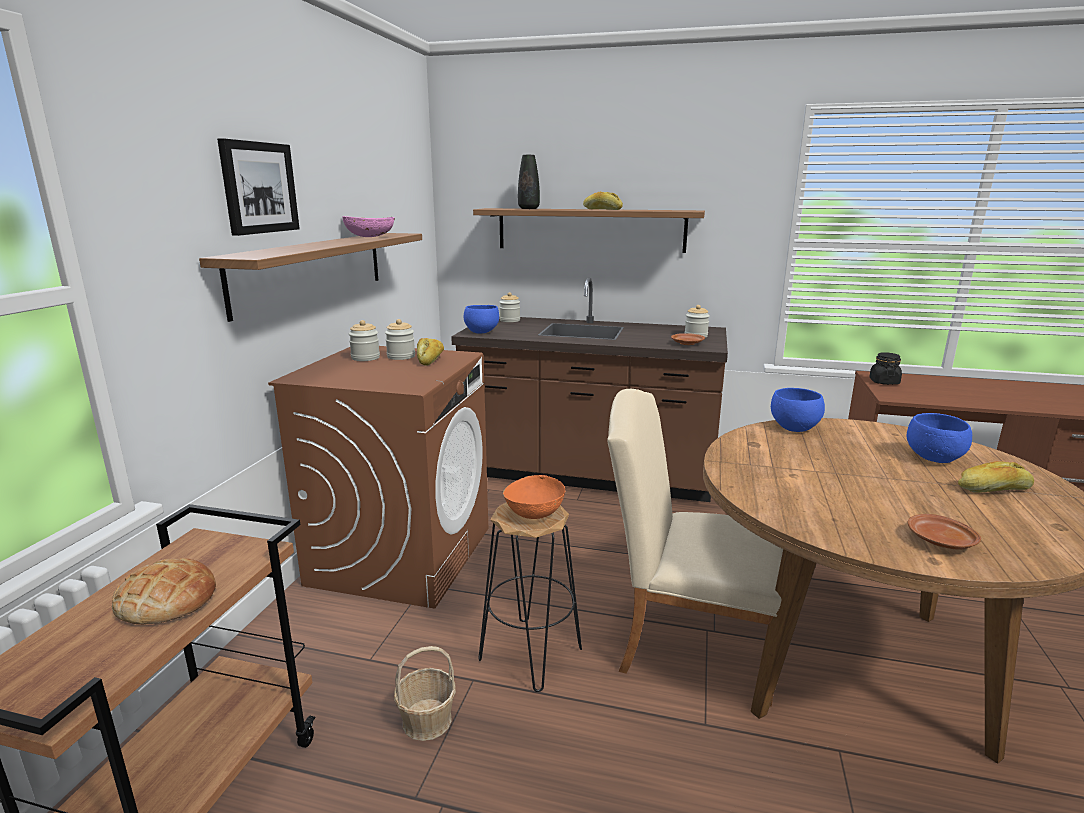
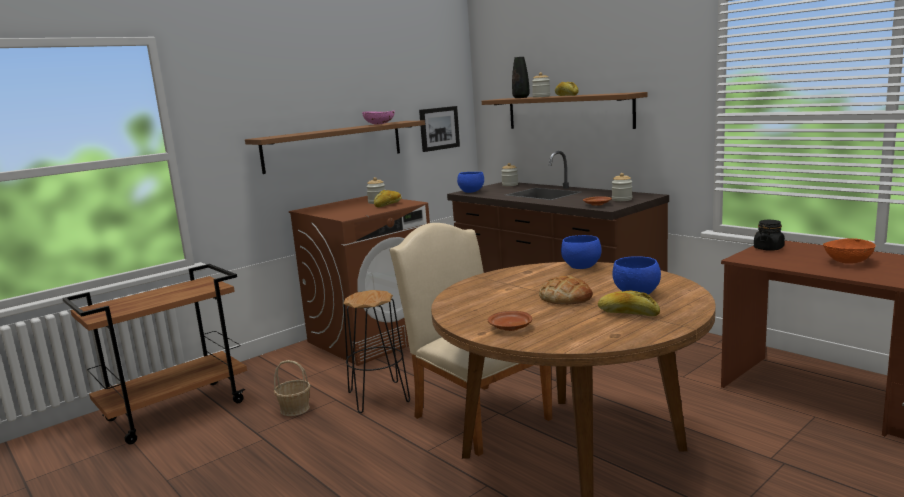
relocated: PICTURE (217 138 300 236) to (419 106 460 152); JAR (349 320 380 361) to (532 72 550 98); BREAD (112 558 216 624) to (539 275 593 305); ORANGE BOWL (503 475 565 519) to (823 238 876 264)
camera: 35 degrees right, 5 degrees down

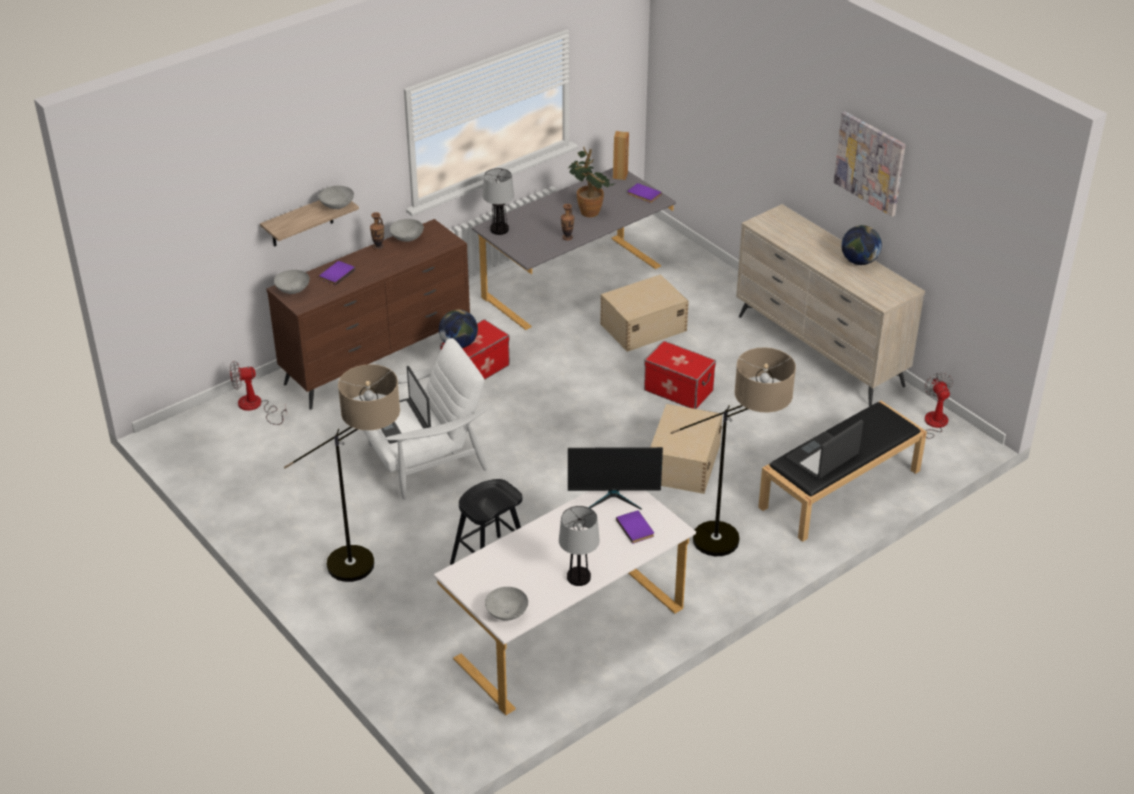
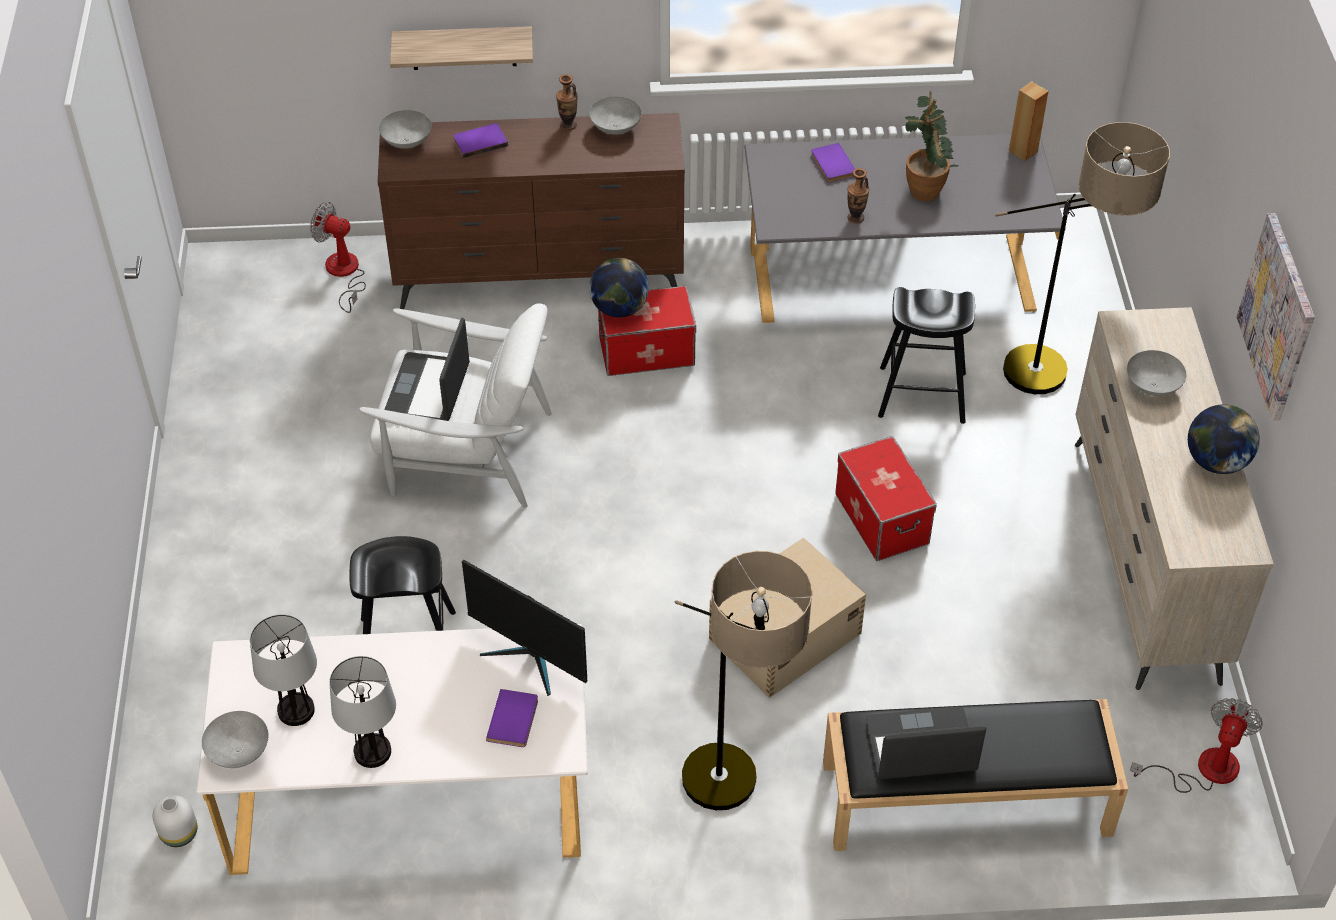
appeared: WHITE VASE (153 795 197 847)
relocated: TABLE LAMP (483 168 514 235) to (250 614 317 726); PURPLE BOOK (628 183 662 203) to (811 143 855 183); FLOOR LAMP (284 364 400 582) to (995 122 1170 394); GREY BOWL (318 186 354 209) to (1127 350 1186 396)
exchanged: BEIGE STORAGE BOX (600 274 689 352) to BLACK STOOL (878 287 975 424)
camera: 35 degrees right, 10 degrees up

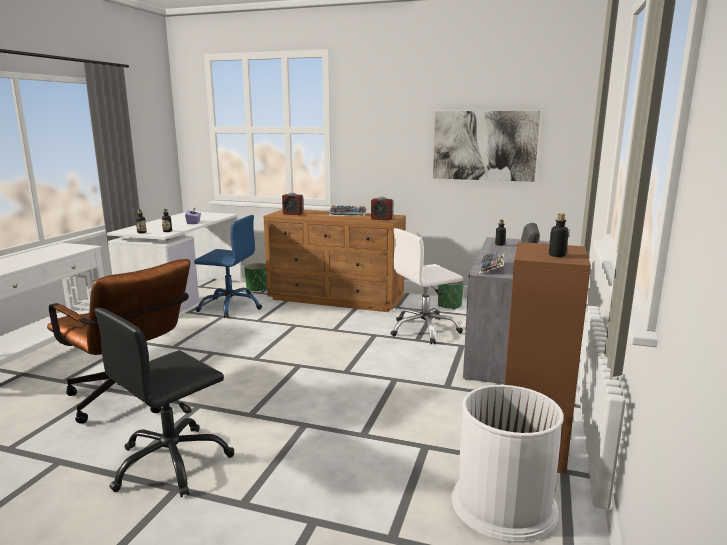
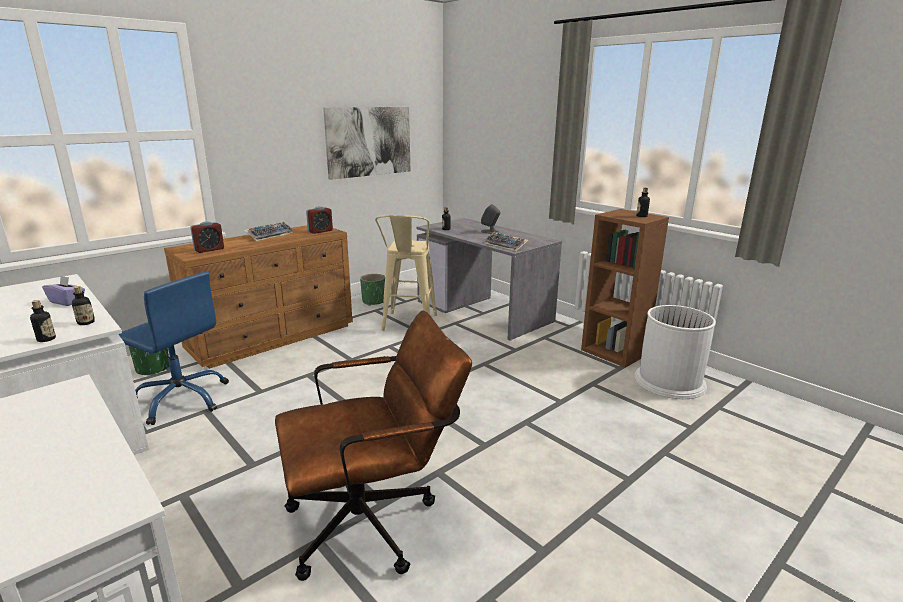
missing: BLACK OFFICE CHAIR (94 308 234 497)
exchanged: WHITE OFFICE CHAIR (391 228 463 344) to BEIGE STOOL (375 215 437 331)
spun: BLUE OFFICE CHAIR (194 215 262 318) = (118 272 229 425) 75 degrees clockwise
camera: 60 degrees left, 5 degrees up

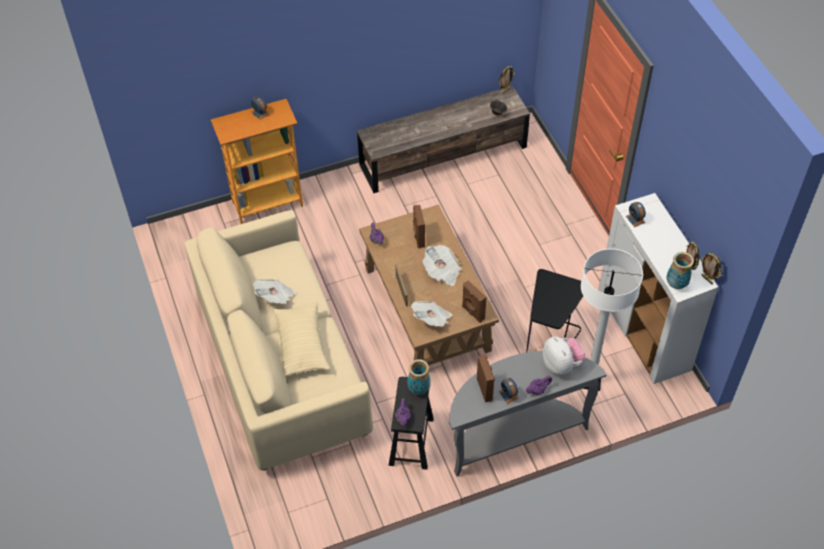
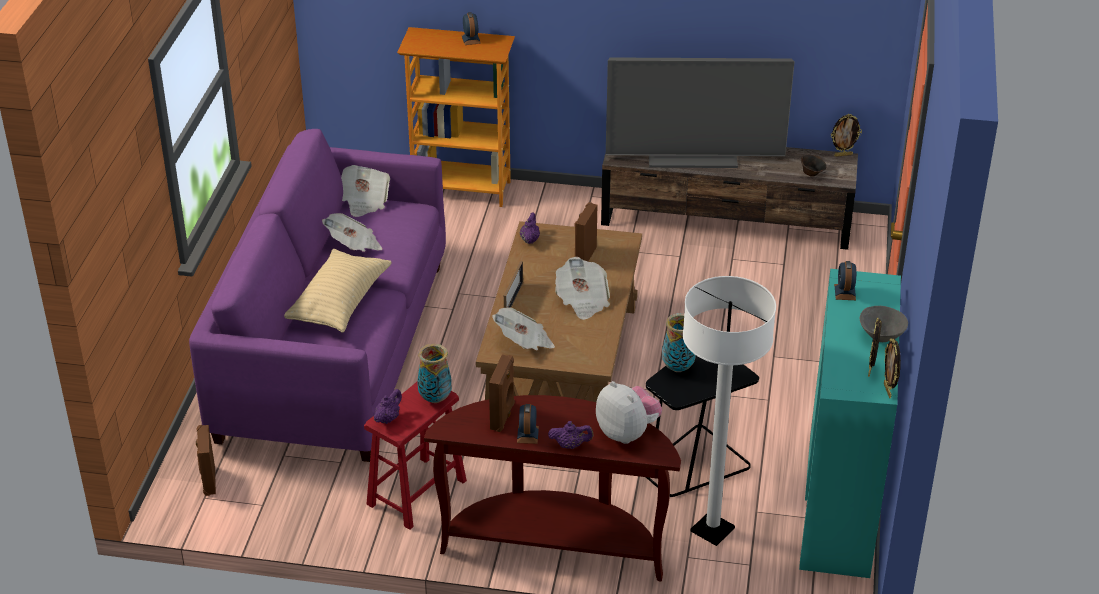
appeared: NEWSPAPER (341 165 390 217); TELEVISION (606 57 795 168); GREY BOWL (860 306 908 342)
relocated: BROWN SPEAKER (462 280 486 323) to (196 425 216 496); VASE (667 252 694 289) to (662 313 696 372)
colour: BEIGE SOFA (185 210 373 471) to PURPLE SOFA (189 129 446 462); BLACK STOOL (389 377 434 470) to RED STOOL (364 381 467 530); GREY CONSOLE TABLE (449 351 607 477) to BROWN CONSOLE TABLE (424 395 681 582); WHITE CABINET (598 193 718 384) to TURQUOISE CABINET (799 269 901 578)
spun: PLUSH TOY (542 337 585 375) = (596 381 662 444) 45 degrees counterclockwise
camera: 30 degrees right, 15 degrees down

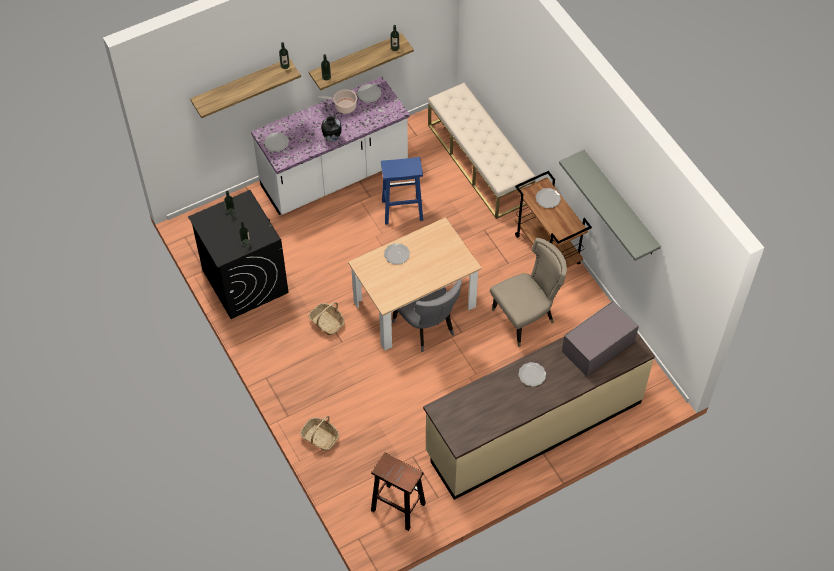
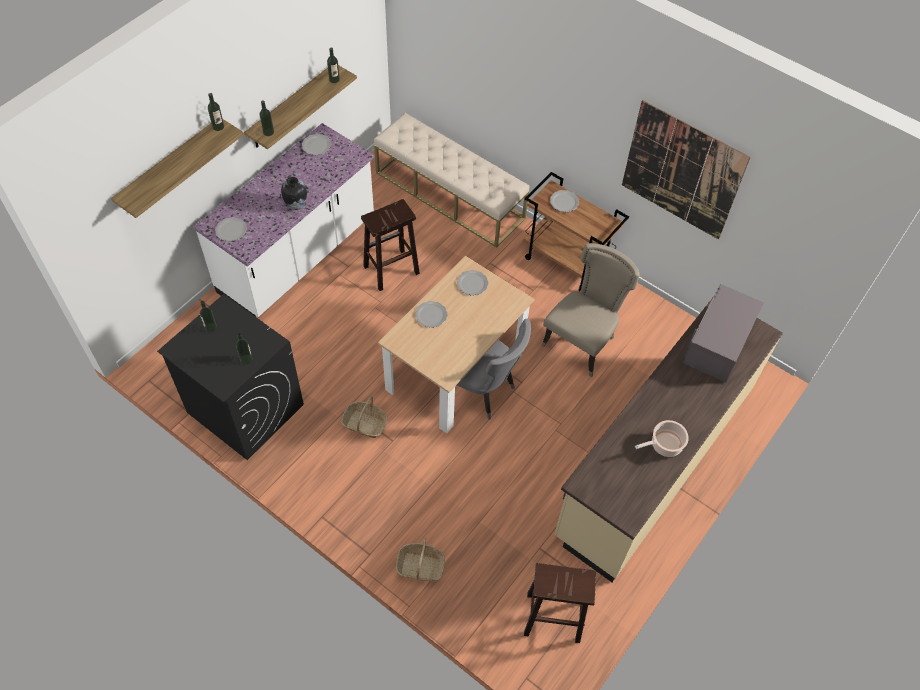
relocated: PLATE (518 362 546 387) to (457 270 489 296); COOKING POT (318 89 357 114) to (635 420 689 457)
exchanged: GREY SHELF (559 150 661 261) to PICTURE (622 100 751 240)
colour: BLUE STOOL (381 157 423 225) to BROWN STOOL (361 199 420 291)
camera: 25 degrees left, 0 degrees up

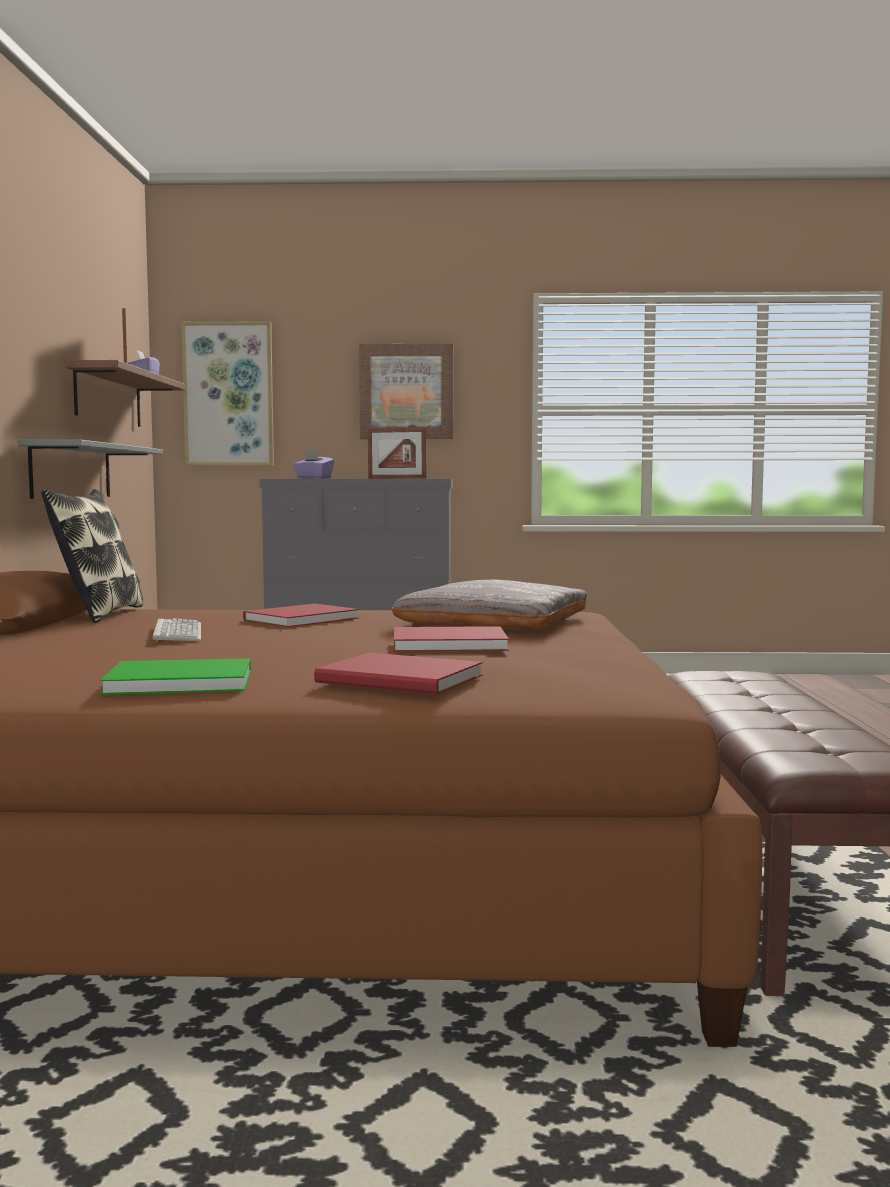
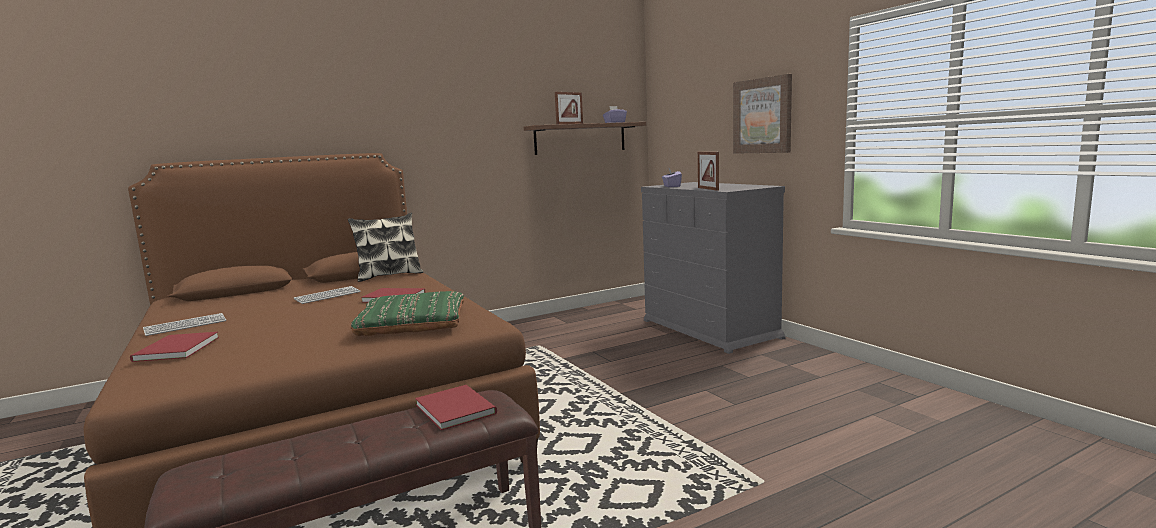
missing: GREY SHELF (18 439 163 499); PICTURE (181 321 274 466)
relocated: RED BOOK (394 626 509 652) to (415 385 497 430)
exchanged: GREEN BOOK (100 658 251 695) to KEYBOARD (143 313 226 336)
colour: GREY PILLOW (391 580 587 630) to GREEN PILLOW (351 291 464 336)
camera: 60 degrees right, 5 degrees up

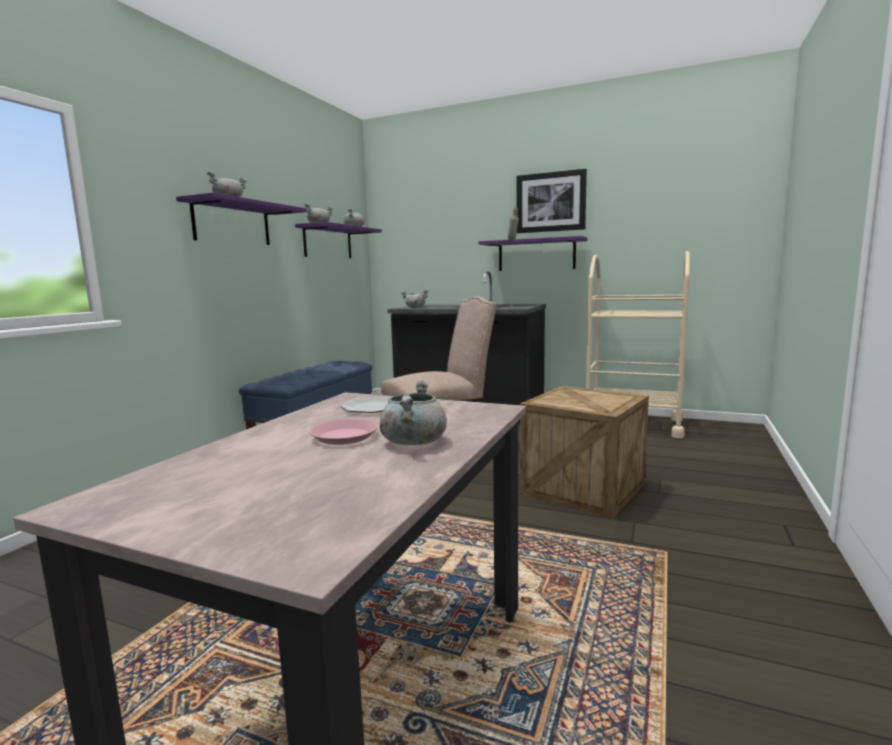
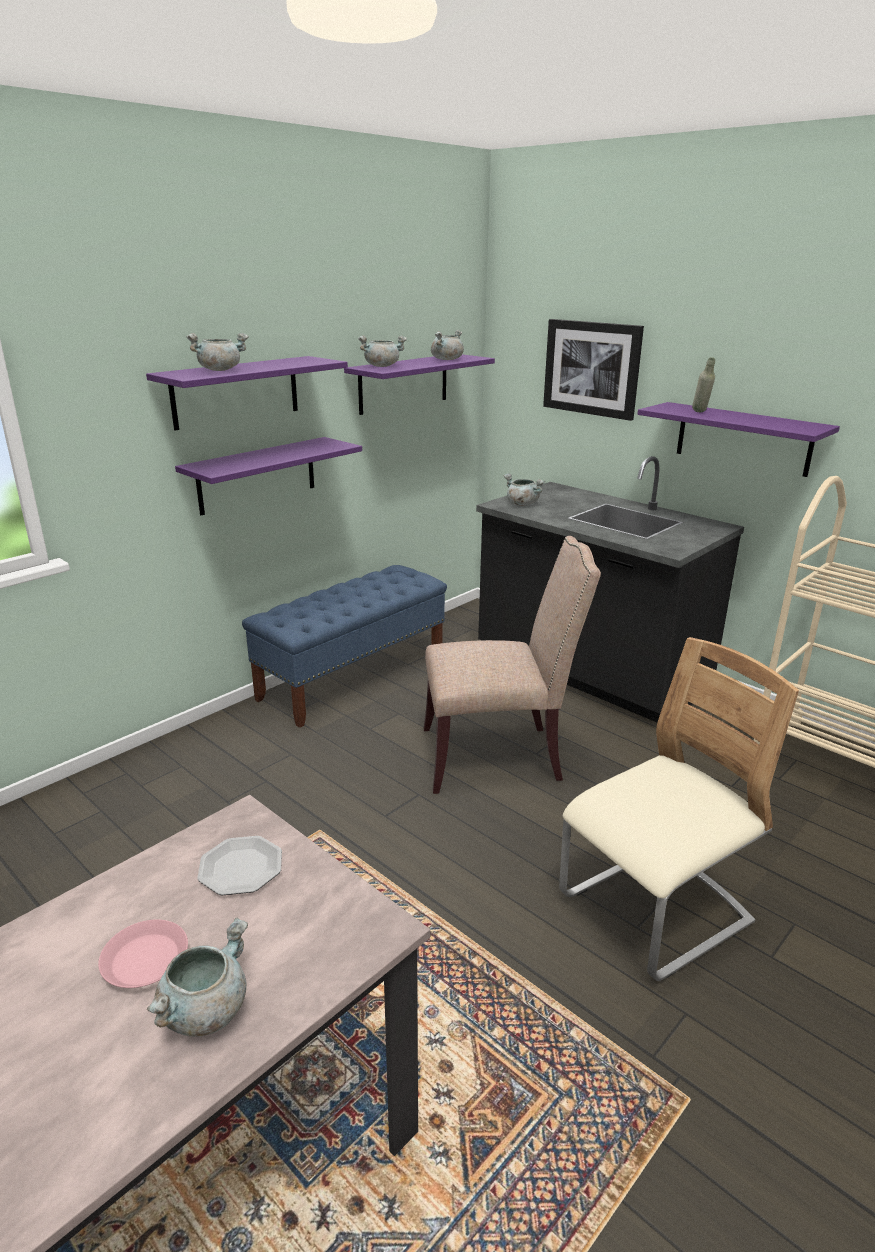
appeared: PURPLE SHELF (175 437 362 515)
relocated: PICTURE (517 169 587 233) to (543 319 644 421)
exchanged: CRATE (520 386 649 519) to BEIGE CHAIR (559 637 799 981)
camera: 20 degrees right, 15 degrees up

